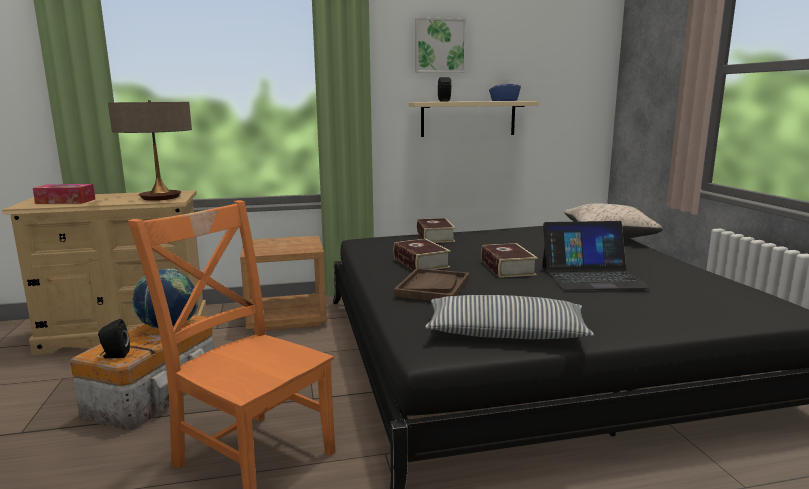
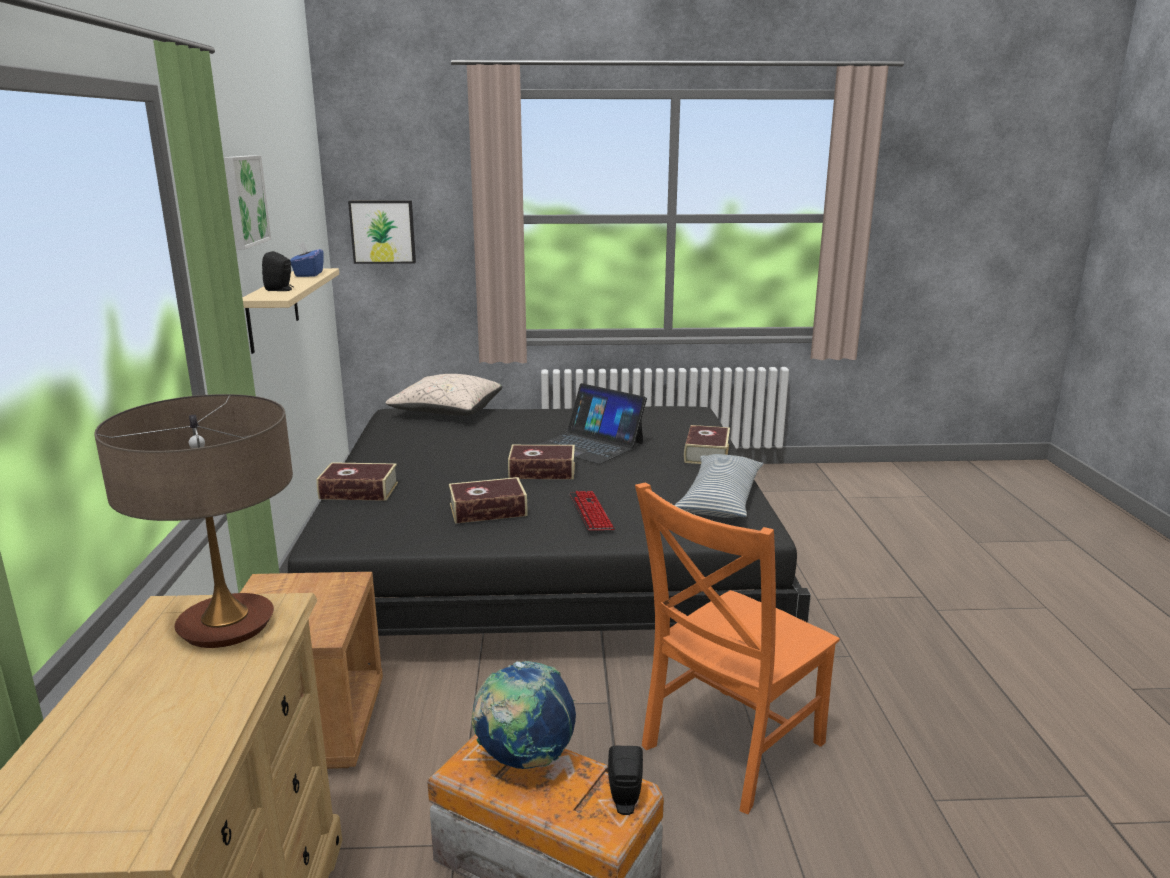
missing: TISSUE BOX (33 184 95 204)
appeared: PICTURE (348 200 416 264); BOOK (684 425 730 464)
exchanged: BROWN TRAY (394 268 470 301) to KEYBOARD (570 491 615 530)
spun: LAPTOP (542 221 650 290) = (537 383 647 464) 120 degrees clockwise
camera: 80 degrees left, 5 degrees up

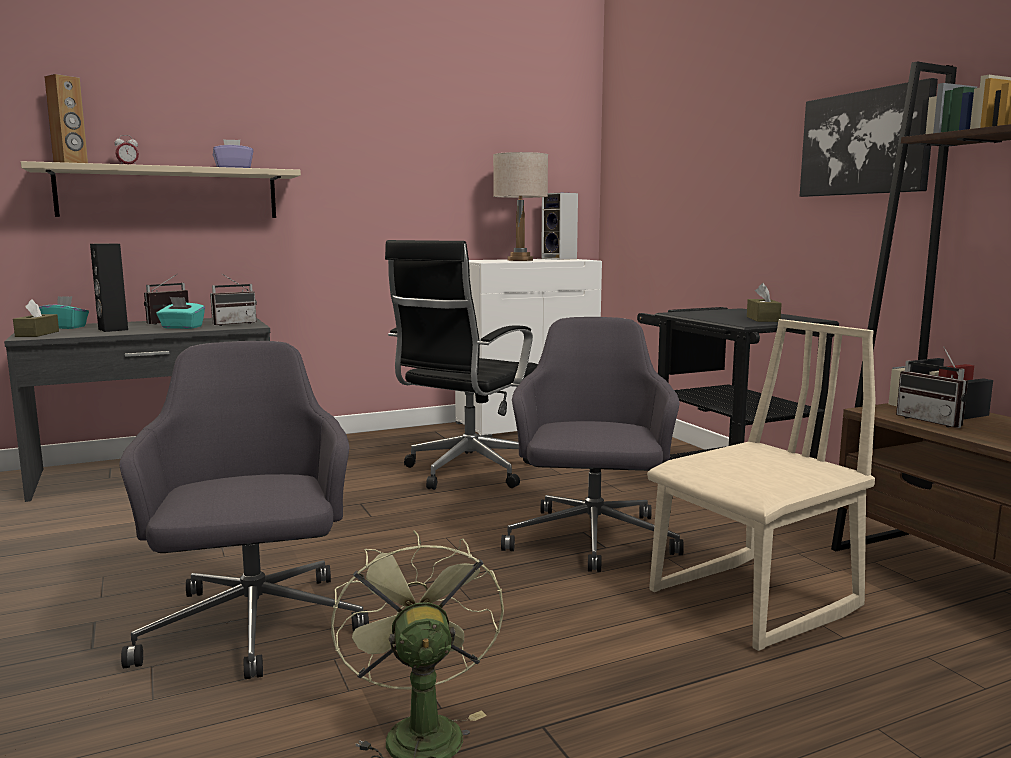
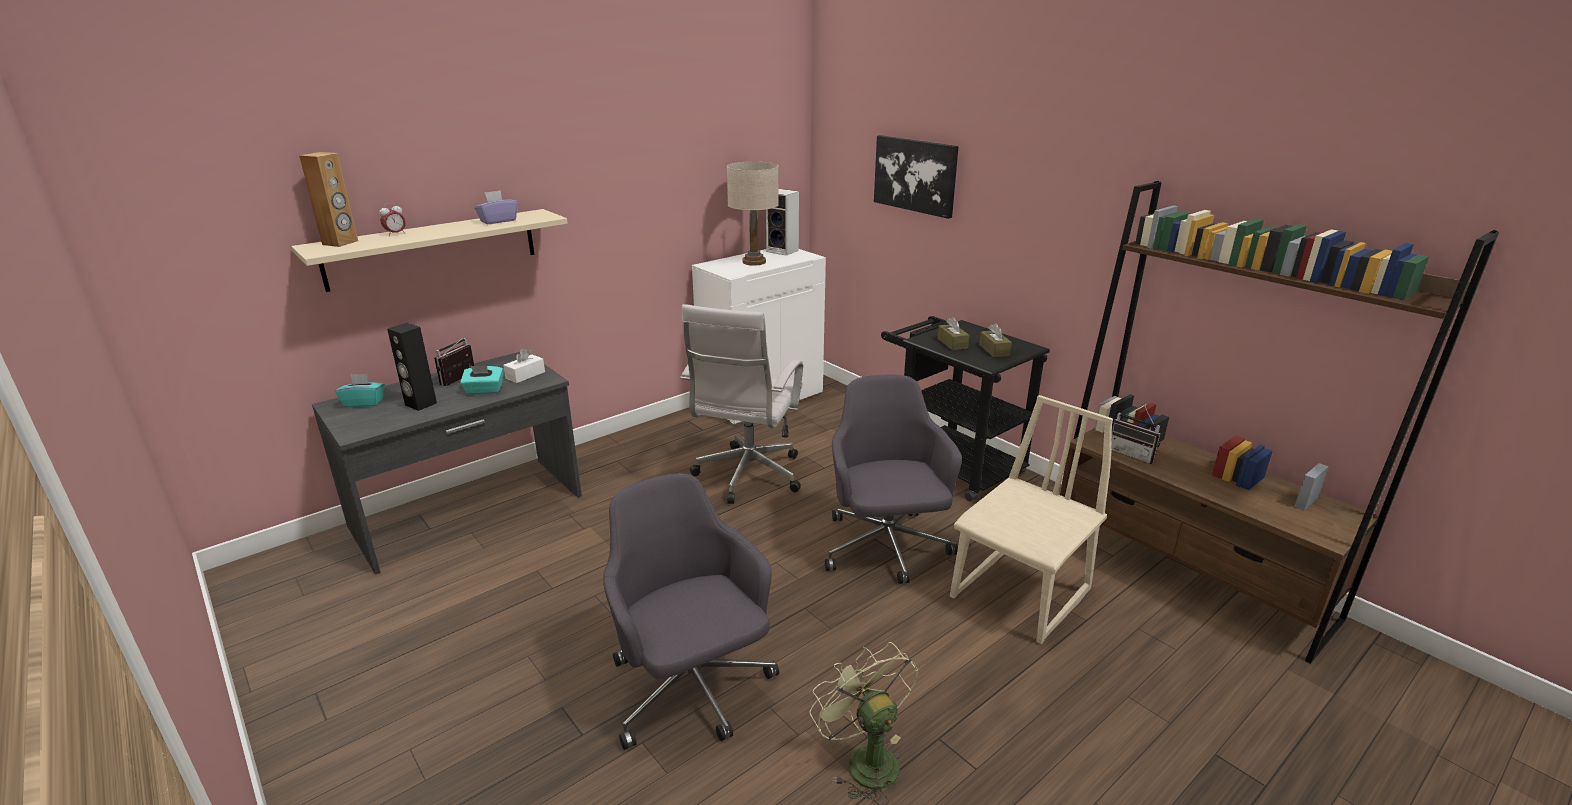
relocated: PICTURE (800 78 938 197) to (874 135 959 219); BROWN TISSUE BOX (13 299 59 337) to (938 317 969 350)
exchanged: RADIO (210 273 257 326) to WHITE TISSUE BOX (503 348 545 383)
colour: BLACK OFFICE CHAIR (385 240 538 490) to WHITE OFFICE CHAIR (680 304 803 504)
camera: 15 degrees left, 15 degrees up

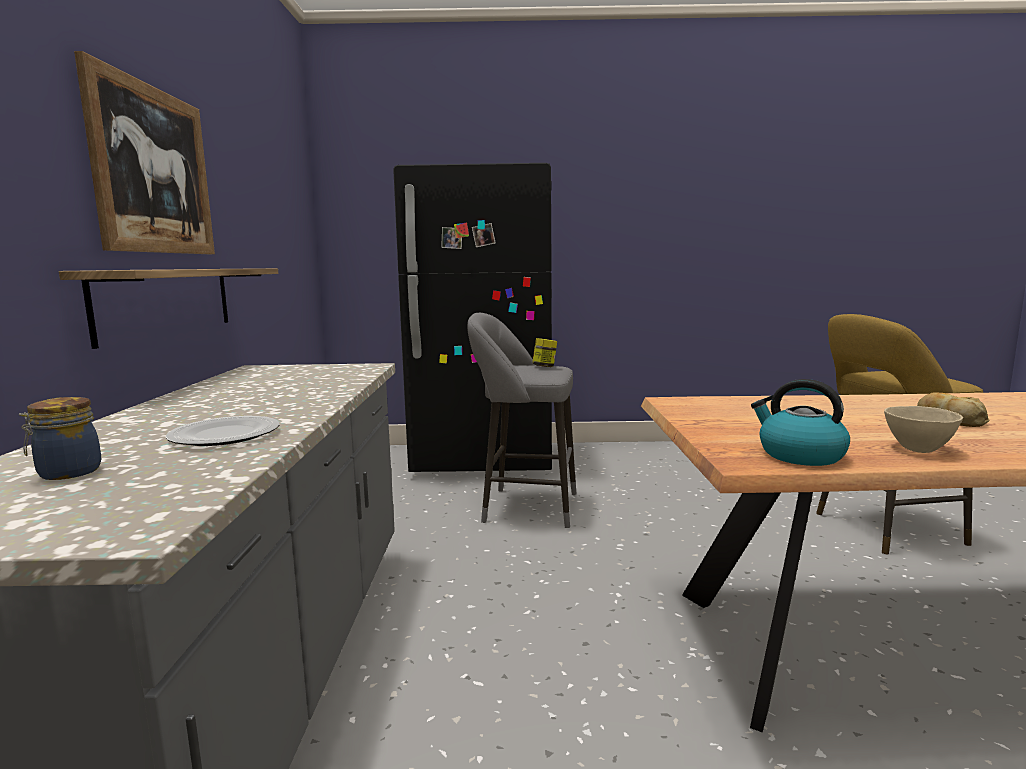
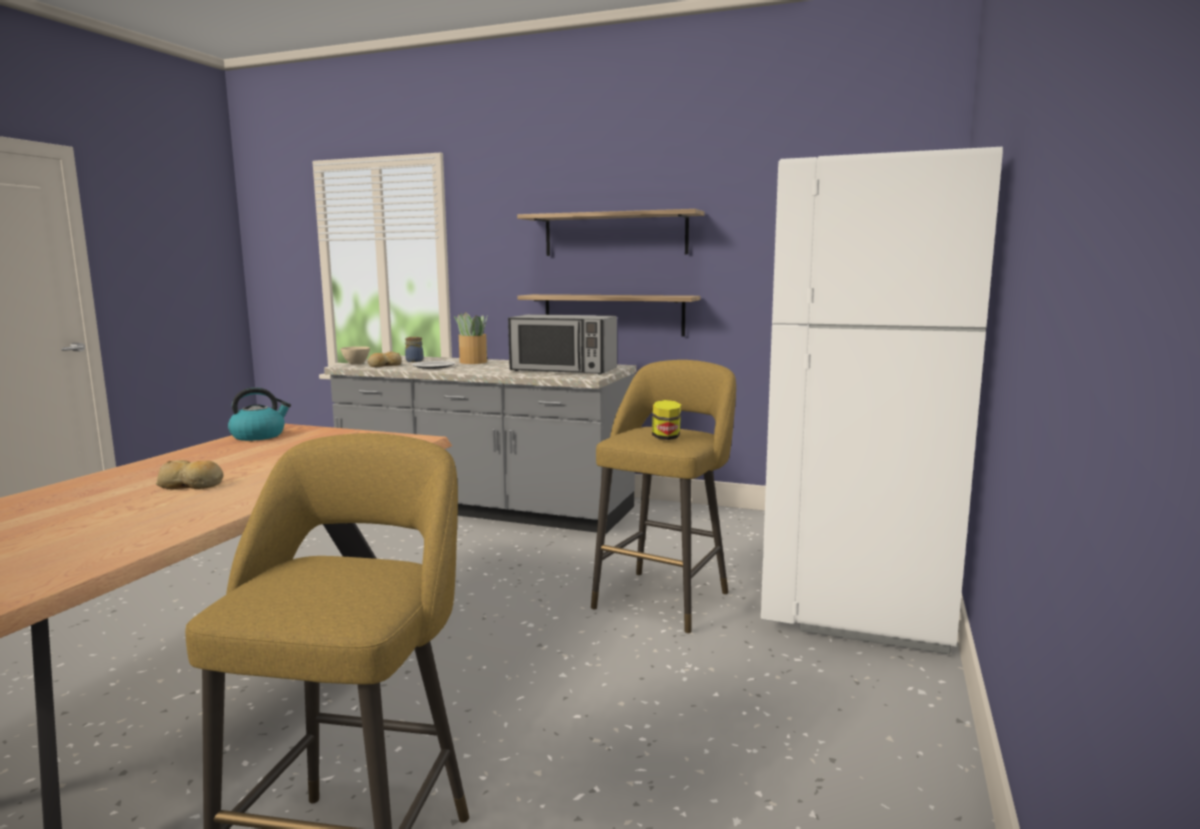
appeared: BREAD (368 351 401 367); POTTED PLANT (454 312 487 364); MICROWAVE (508 314 617 374)
relocated: BEIGE BOWL (884 406 963 453) to (340 346 370 365)
exchanged: PICTURE (74 51 215 254) to SHELF (517 209 705 256)
colour: GREY STOOL (467 313 577 528) to YELLOW STOOL (591 360 736 633); BLACK FRIDGE (393 163 552 472) to WHITE FRIDGE (761 147 1003 654)
camera: 110 degrees right, 0 degrees up

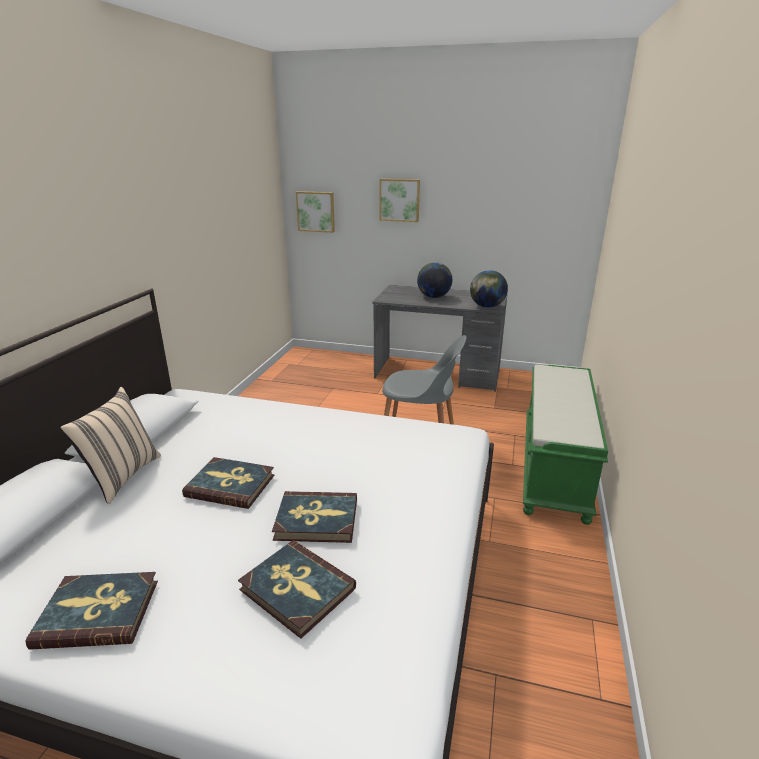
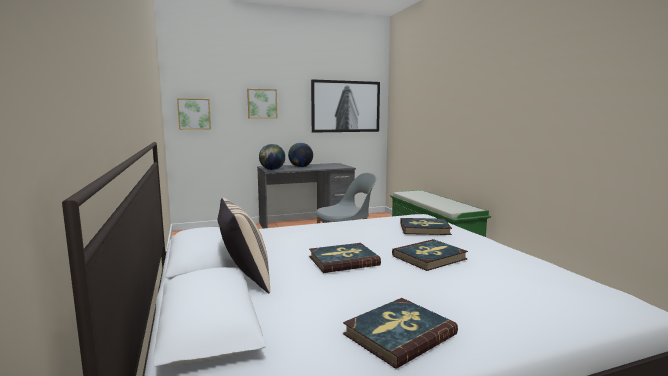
appeared: PICTURE (311 79 380 133)
relocated: GLOBE (470 270 508 308) to (259 144 285 170); BOOK (238 540 356 639) to (400 218 452 235)
camera: 35 degrees left, 15 degrees down

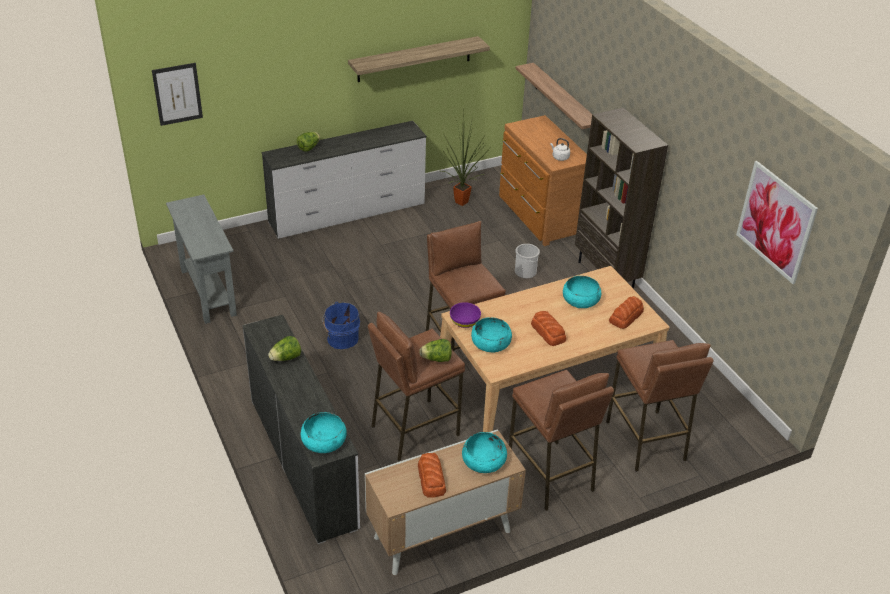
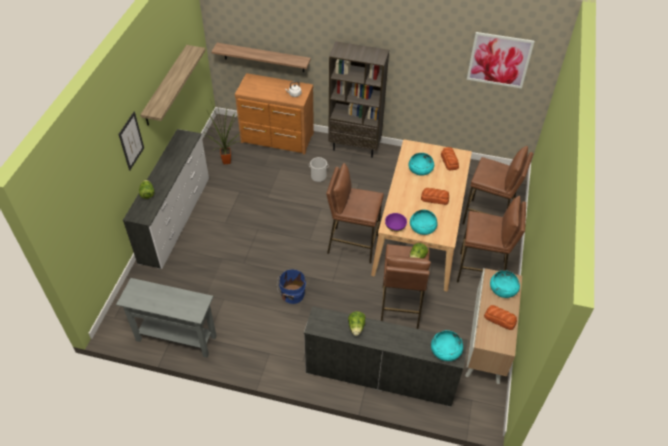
relocated: PICTURE (152 63 203 126) to (118 111 144 171)
camera: 50 degrees left, 10 degrees up

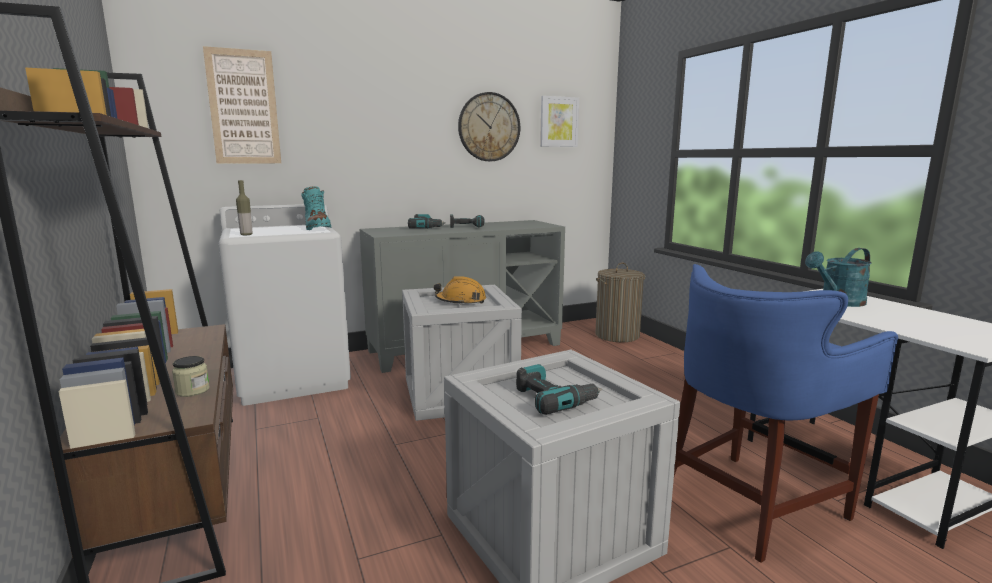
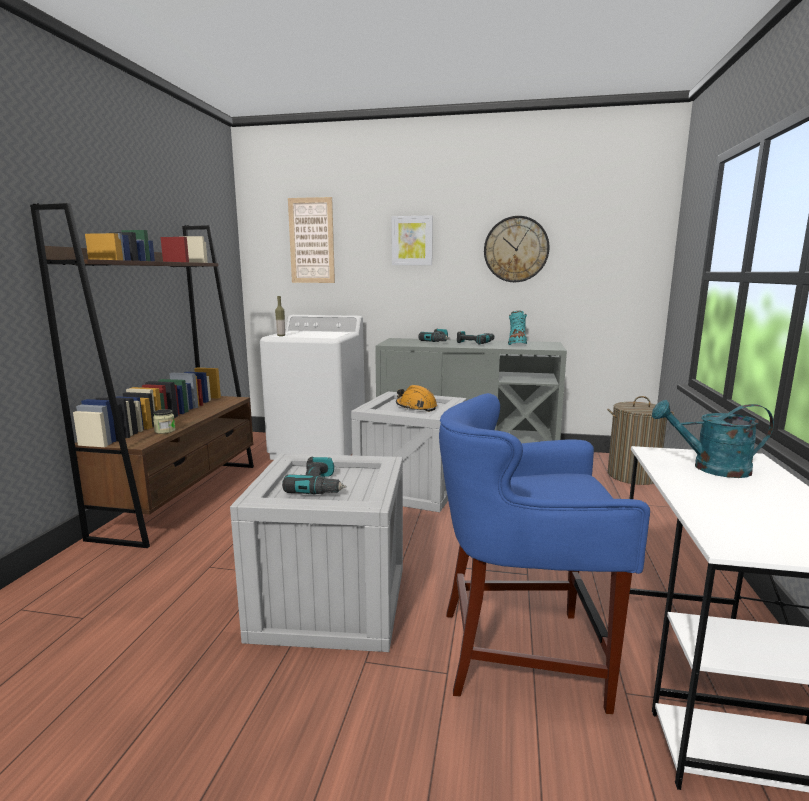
relocated: PICTURE (540 96 579 147) to (391 215 433 265); TURQUOISE BOOT (301 186 331 230) to (508 311 527 345)
camera: 35 degrees right, 0 degrees up

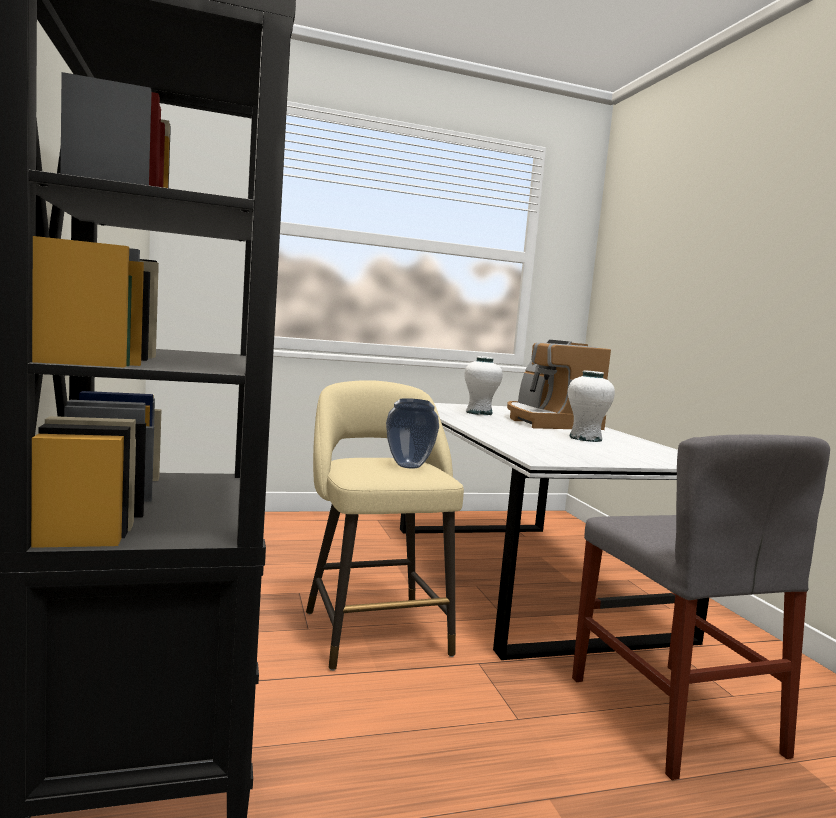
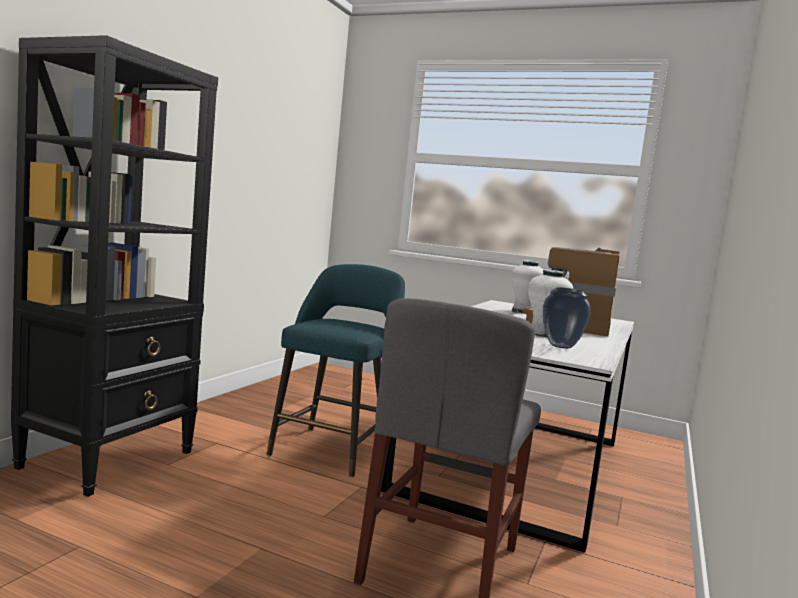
relocated: VASE (386 398 439 469) to (543 287 591 349)
colour: BEIGE STOOL (306 380 464 671) to TURQUOISE STOOL (267 264 405 478)
camera: 40 degrees right, 0 degrees up

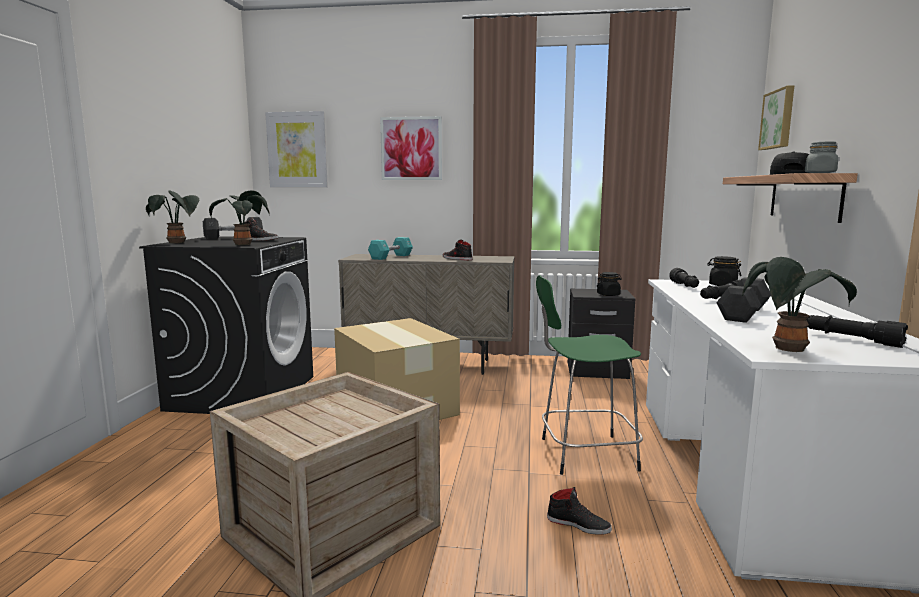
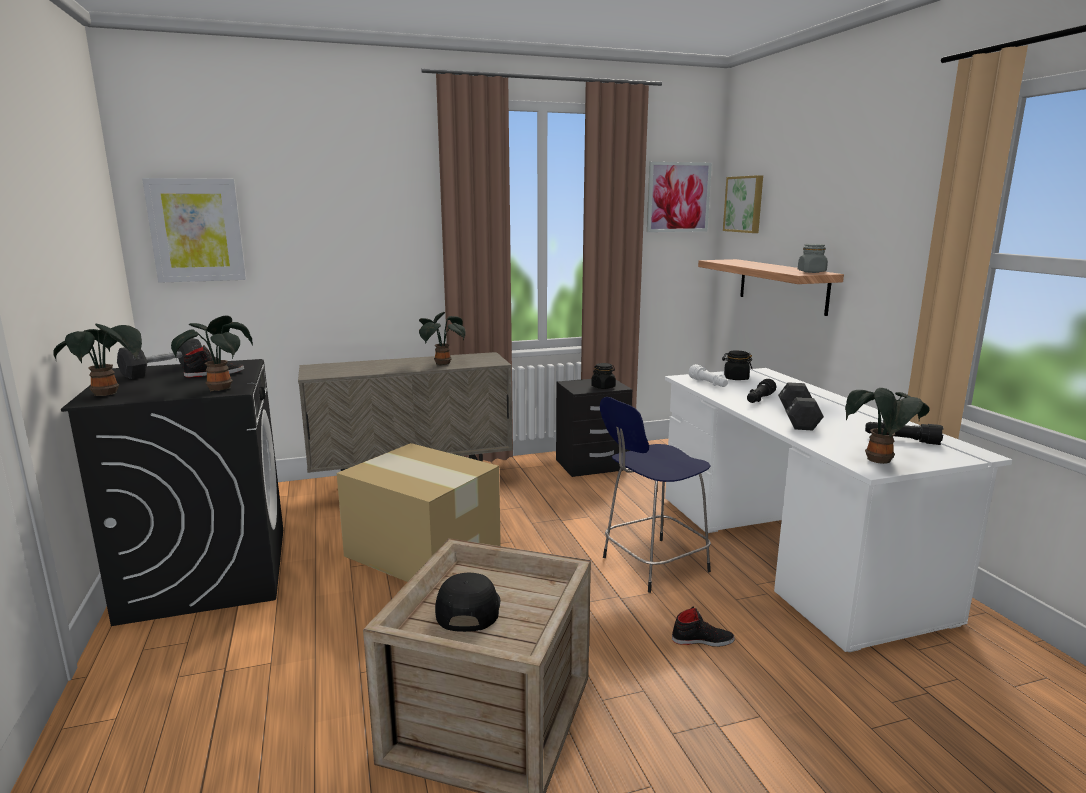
missing: TURQUOISE DUMBBELL (368 237 413 260)
relocated: BLACK CAP (769 152 809 175) to (435 573 501 632); PICTURE (380 116 442 180) to (647 162 712 232)
exchanged: BLACK SHOE (443 239 473 260) to POTTED PLANT (419 312 466 366)
colour: GREEN STOOL (536 275 643 475) to BLUE STOOL (600 397 711 593); BLACK FLASHLIGHT (669 268 699 288) to WHITE FLASHLIGHT (689 364 728 387)
camera: 25 degrees left, 5 degrees up

